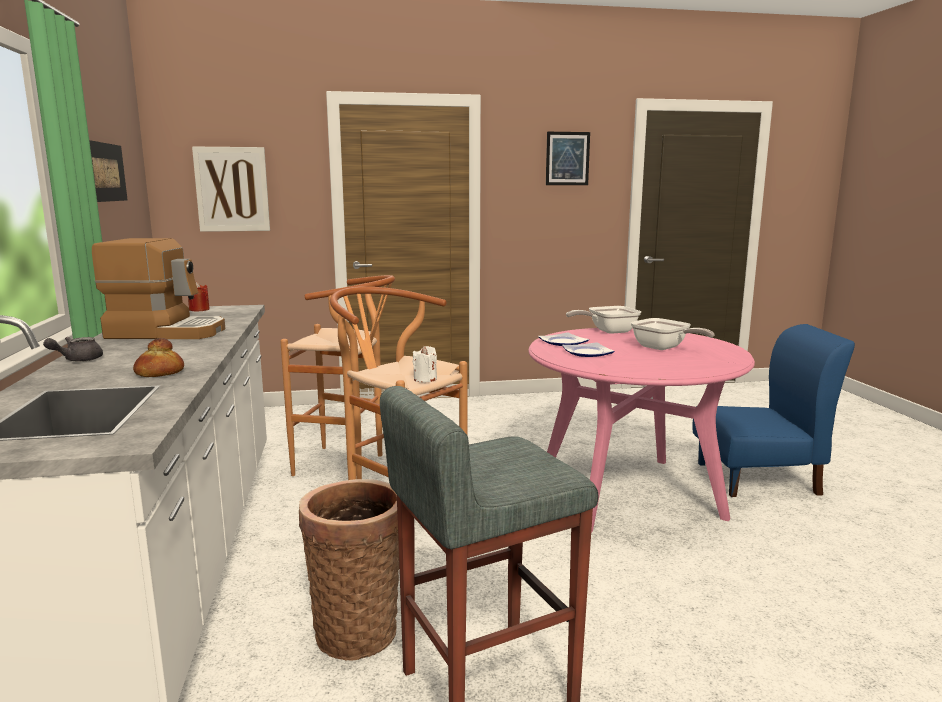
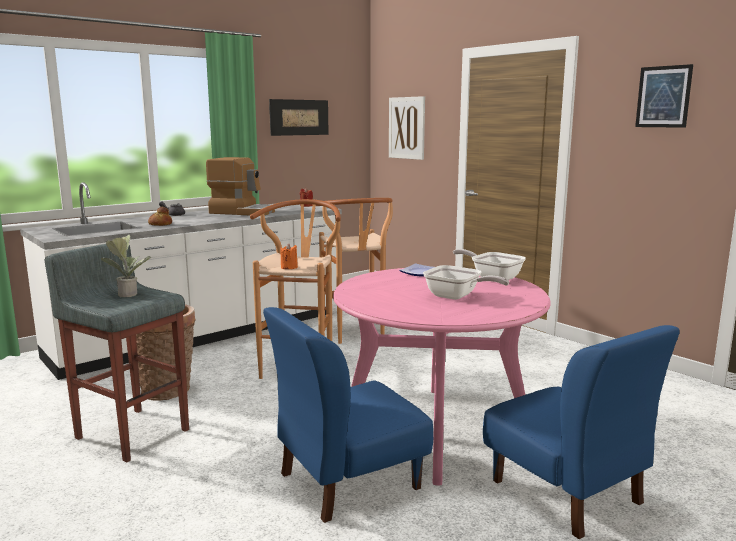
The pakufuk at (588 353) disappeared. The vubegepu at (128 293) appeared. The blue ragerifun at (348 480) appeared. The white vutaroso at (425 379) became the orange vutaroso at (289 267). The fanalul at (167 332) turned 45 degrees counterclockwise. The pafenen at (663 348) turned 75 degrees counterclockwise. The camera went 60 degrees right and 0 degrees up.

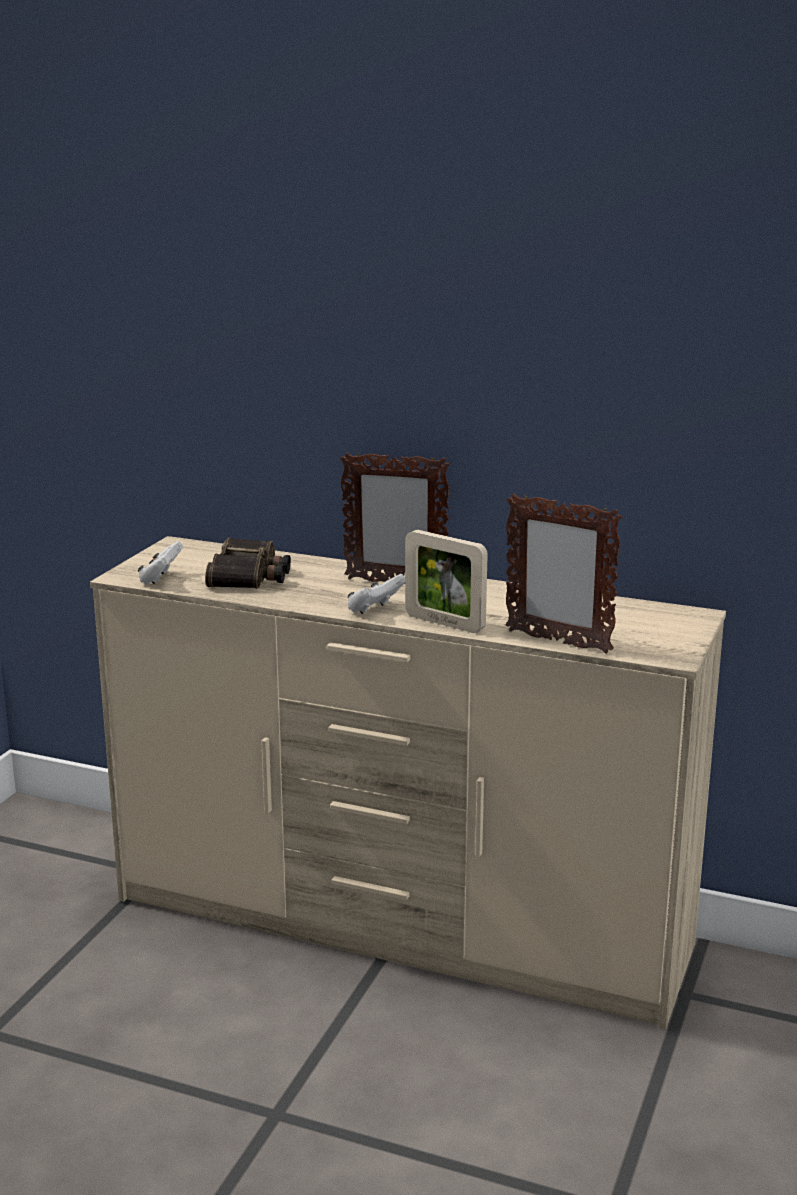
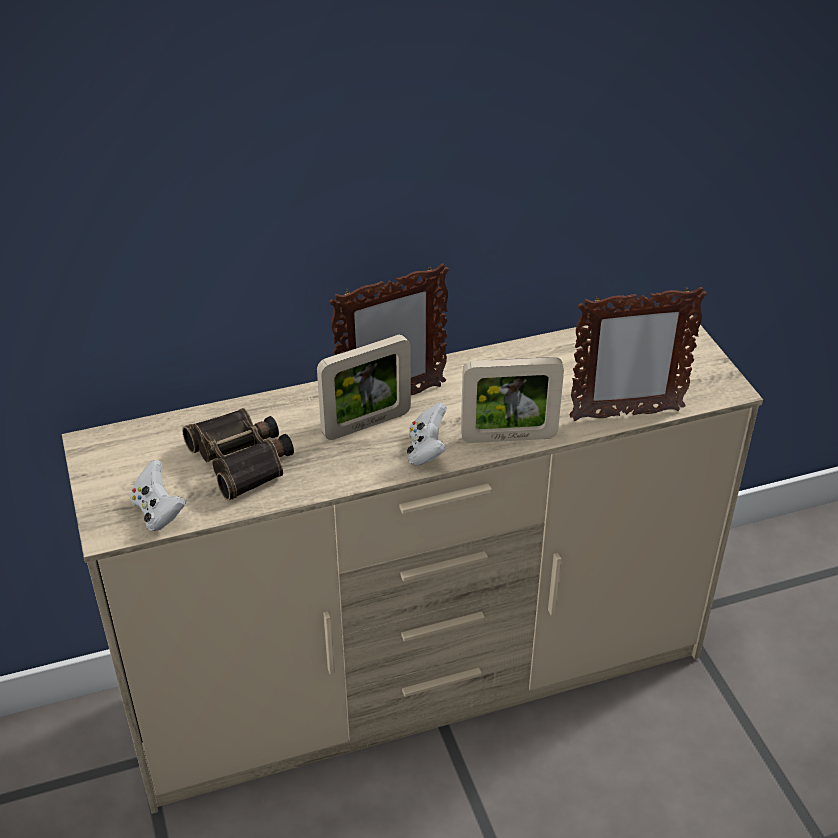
The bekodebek at (366 424) appeared. The camera went 40 degrees left and 20 degrees up.

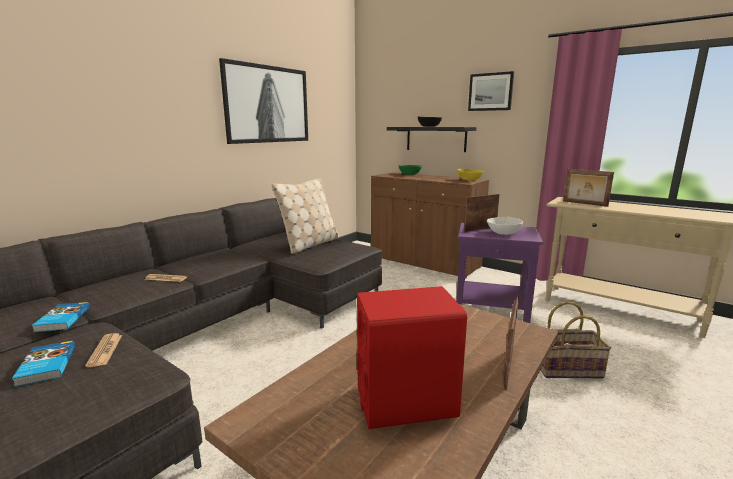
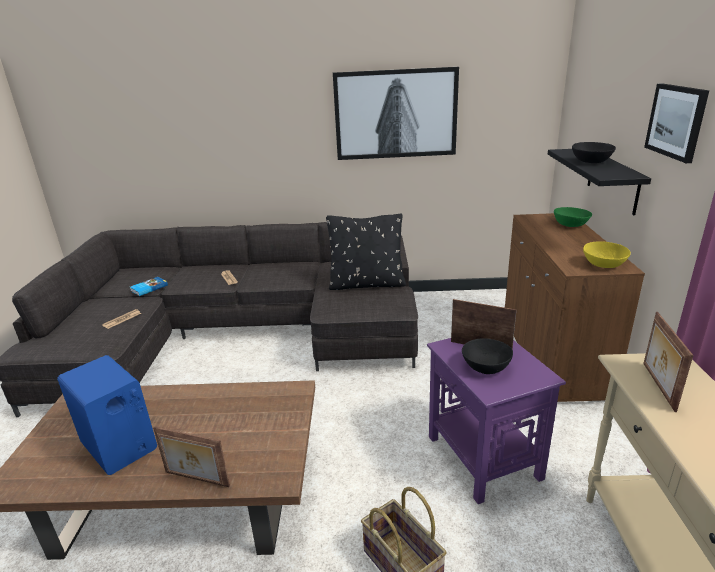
The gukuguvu at (45 366) disappeared. The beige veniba at (309 244) became the black veniba at (366 284). The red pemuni at (406 402) became the blue pemuni at (119 446). The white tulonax at (503 233) became the black tulonax at (485 367). The bekodebek at (507 367) turned 150 degrees counterclockwise. The camera went 55 degrees right and 10 degrees up.

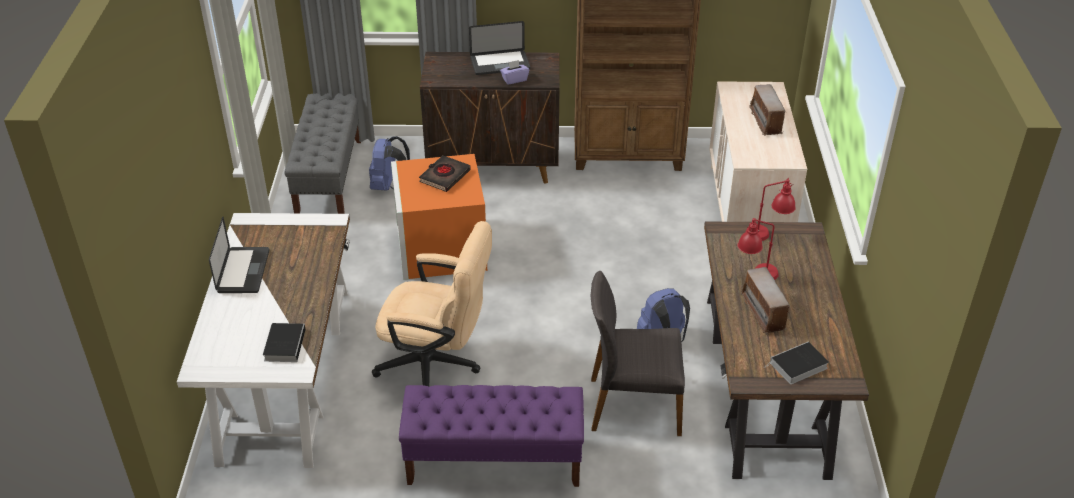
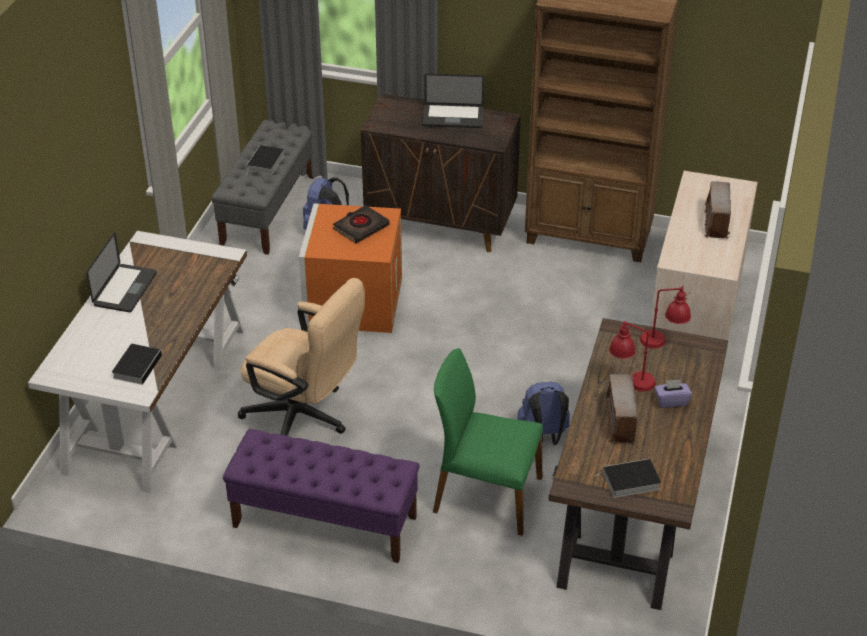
The gukuguvu at (265 163) appeared. The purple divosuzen moved from (514 79) to (671 401). The grey ragerifun at (633 405) became the green ragerifun at (486 495). The camera went 15 degrees right and 0 degrees up.

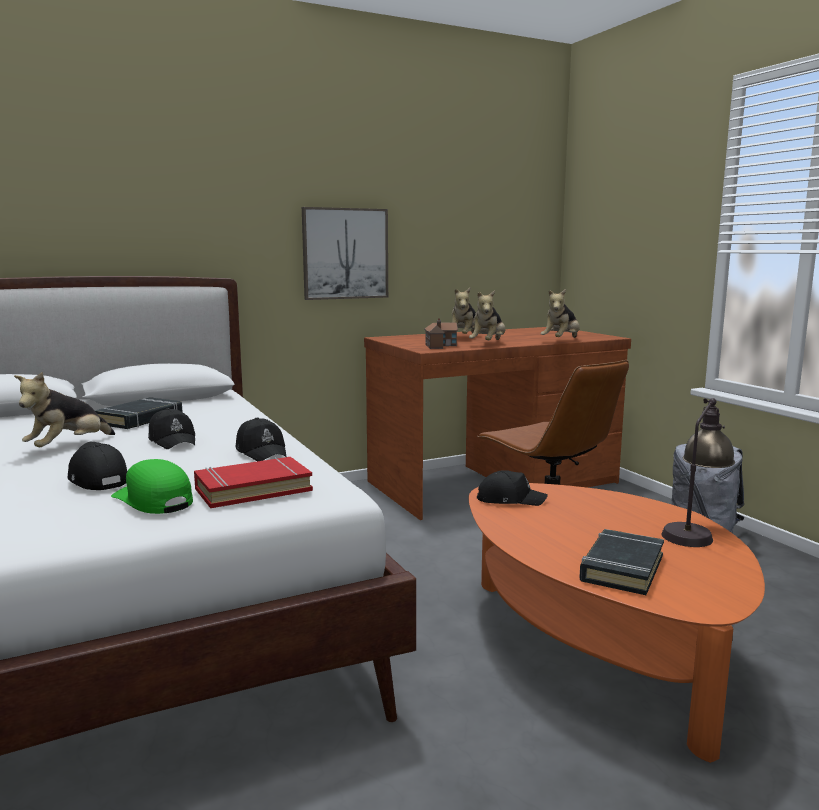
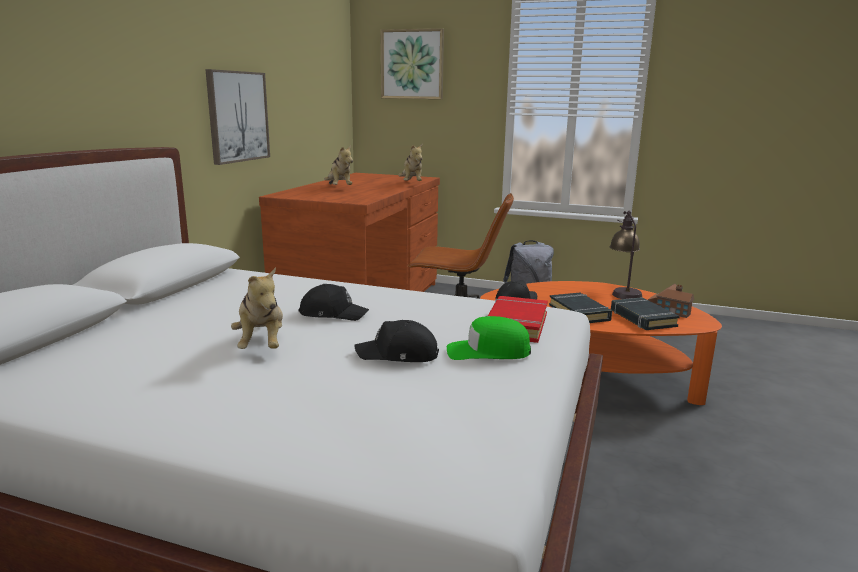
The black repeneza at (262 452) disappeared. The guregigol at (488 344) disappeared. The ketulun at (412 64) appeared. The black gukuguvu moved from (140 419) to (579 313). The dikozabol moved from (440 345) to (669 309). The camera went 45 degrees left and 5 degrees up.

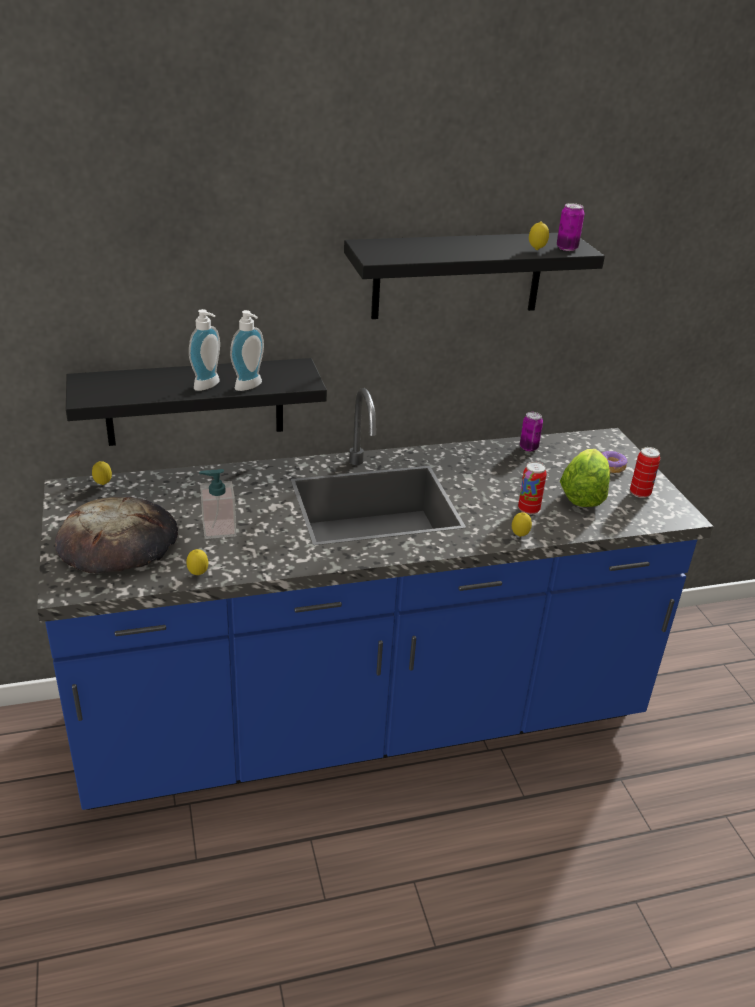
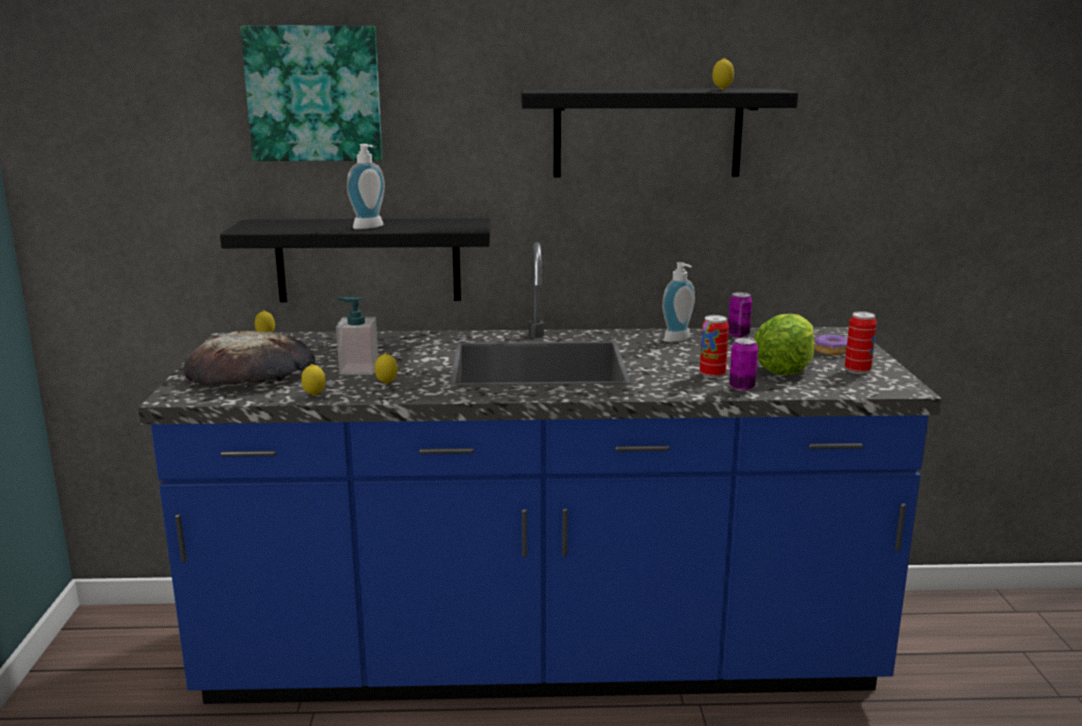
The ketulun at (314 93) appeared. The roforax moved from (250 387) to (679 339). The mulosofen moved from (519 536) to (387 384). The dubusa moved from (567 248) to (742 387). The camera went 15 degrees right and 15 degrees down.

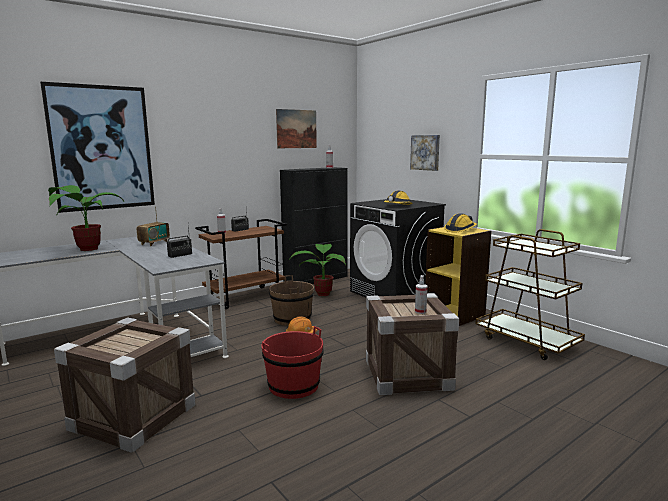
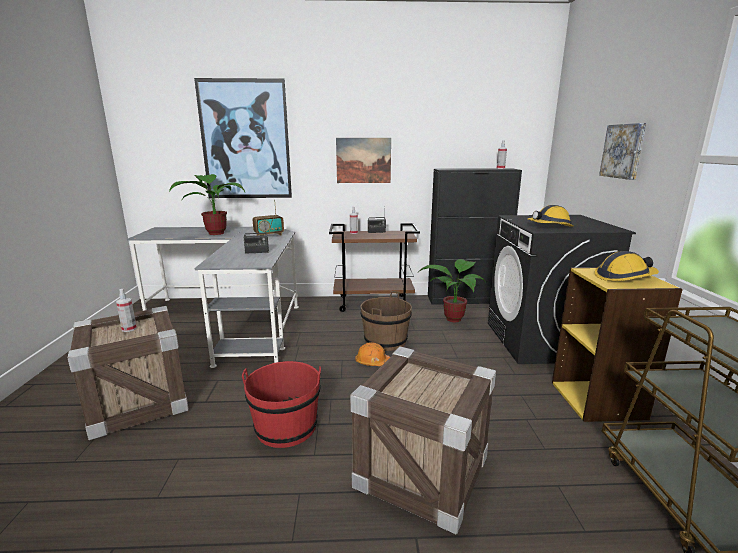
The ketulun moved from (296 129) to (363 160). The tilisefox moved from (420 311) to (129 329). The camera went 35 degrees right and 5 degrees up.

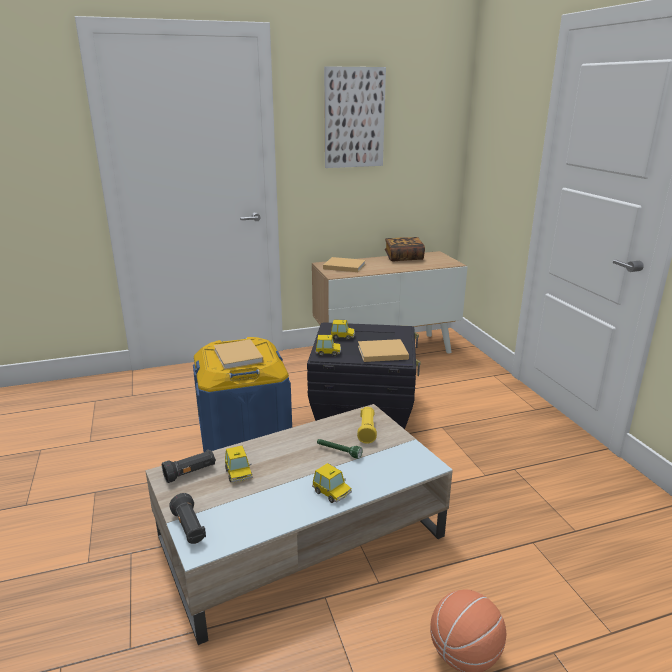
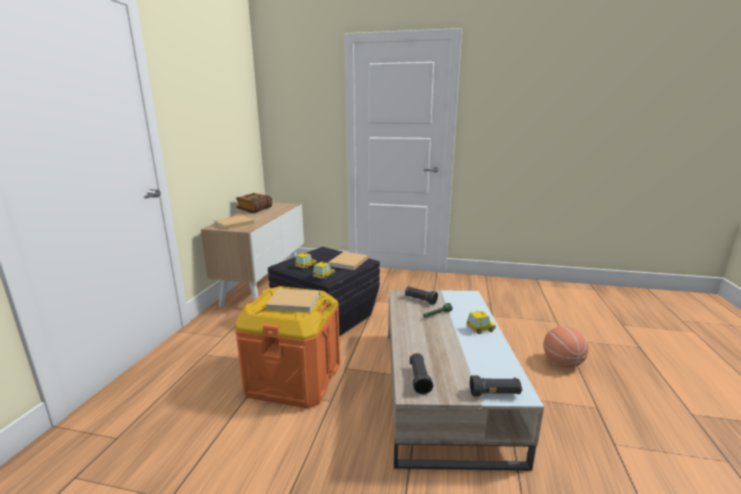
The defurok at (238 473) disappeared. The ketulun at (354 118) disappeared. The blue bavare at (245 434) became the orange bavare at (294 378). The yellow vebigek at (367 431) became the black vebigek at (420 300). The camera went 60 degrees left and 5 degrees down.

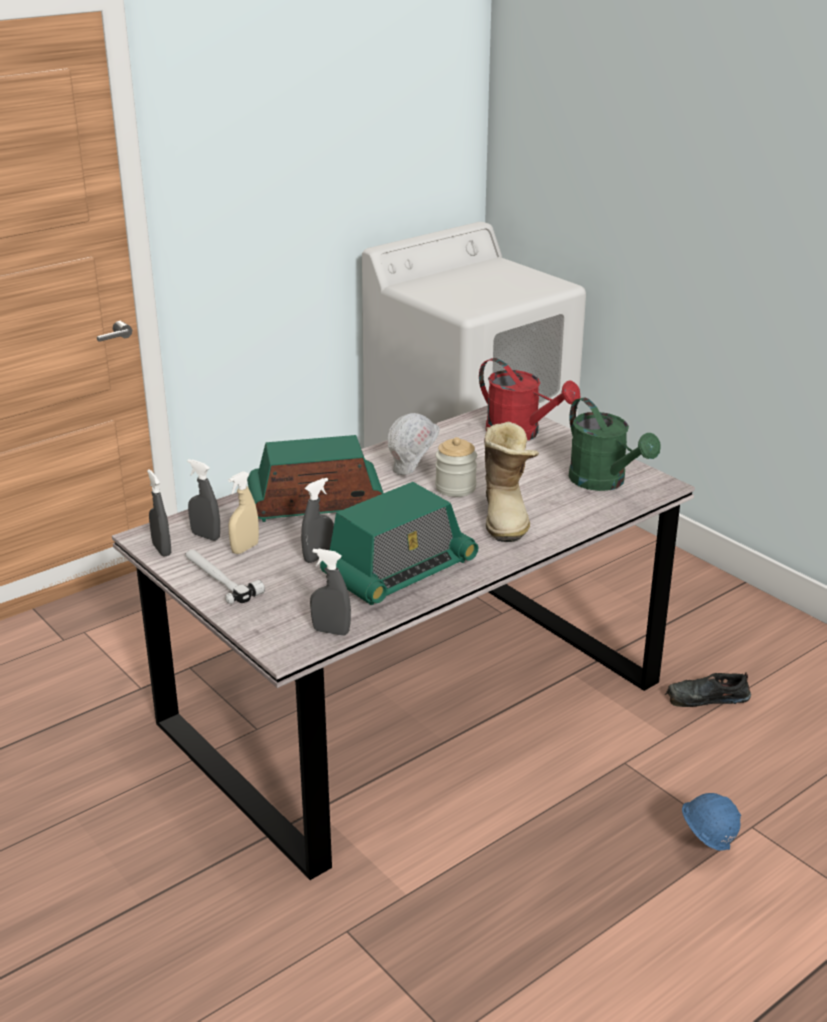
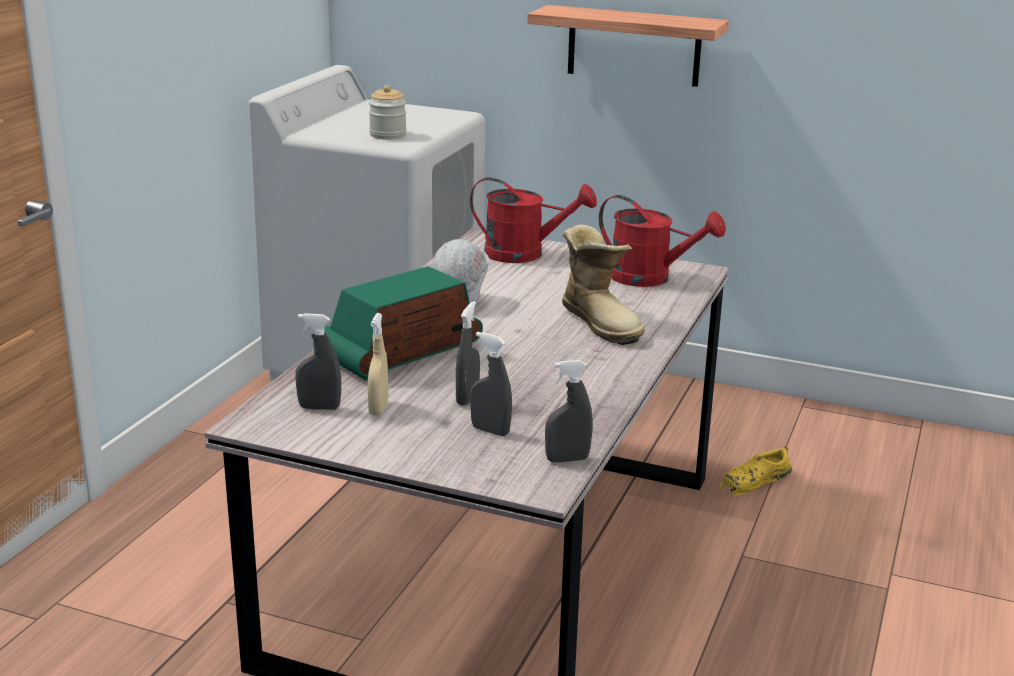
The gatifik at (219 579) disappeared. The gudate at (399 571) disappeared. The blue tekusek at (705 846) disappeared. The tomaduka at (634 46) appeared. The grey tilisefox moved from (162 550) to (490 431). The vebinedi moved from (455 488) to (388 135). The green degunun at (604 482) became the red degunun at (651 278). The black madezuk at (706 698) became the yellow madezuk at (755 481). The camera went 30 degrees left and 5 degrees down.

